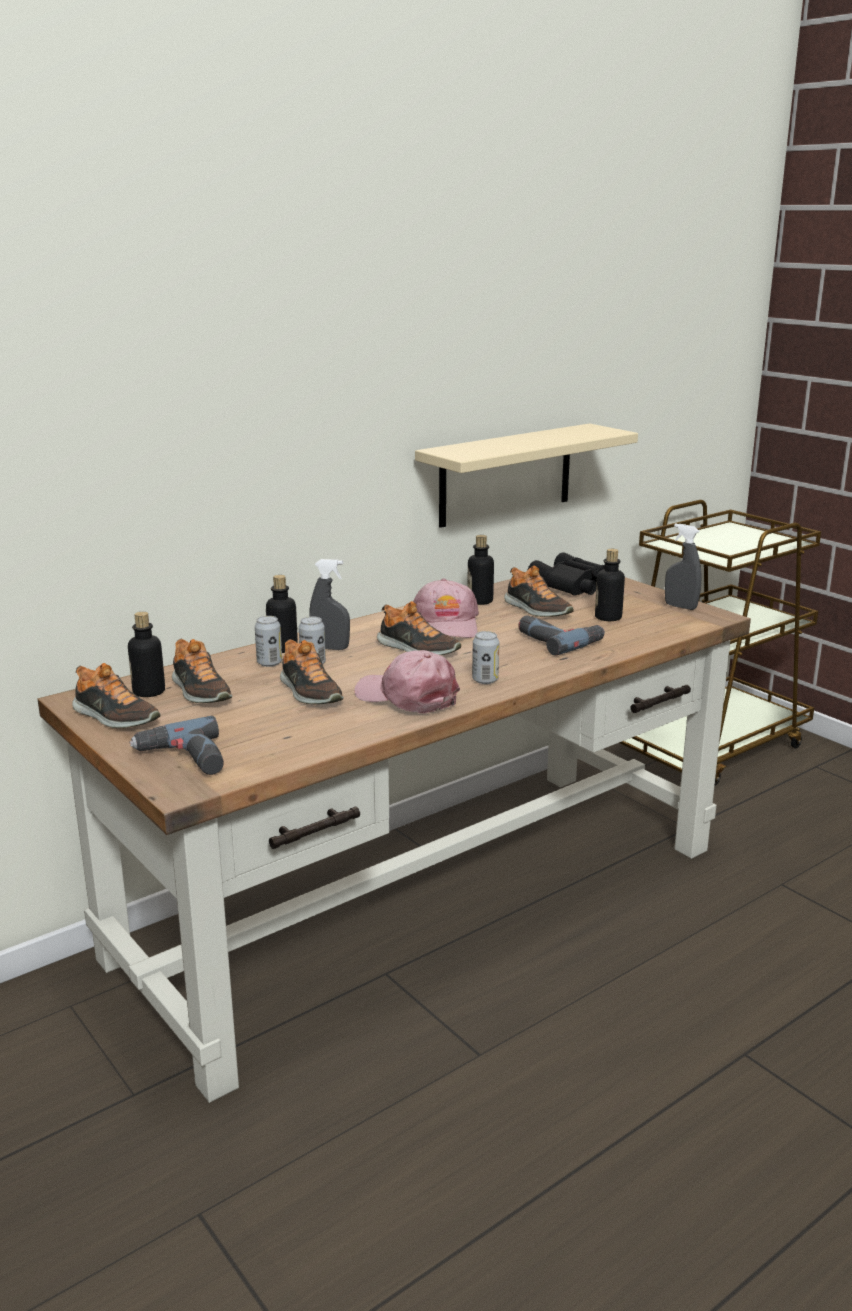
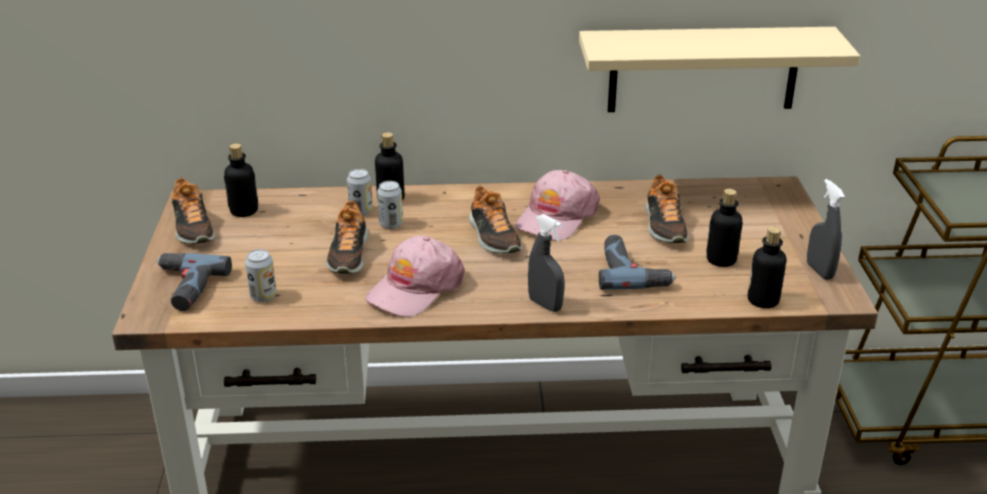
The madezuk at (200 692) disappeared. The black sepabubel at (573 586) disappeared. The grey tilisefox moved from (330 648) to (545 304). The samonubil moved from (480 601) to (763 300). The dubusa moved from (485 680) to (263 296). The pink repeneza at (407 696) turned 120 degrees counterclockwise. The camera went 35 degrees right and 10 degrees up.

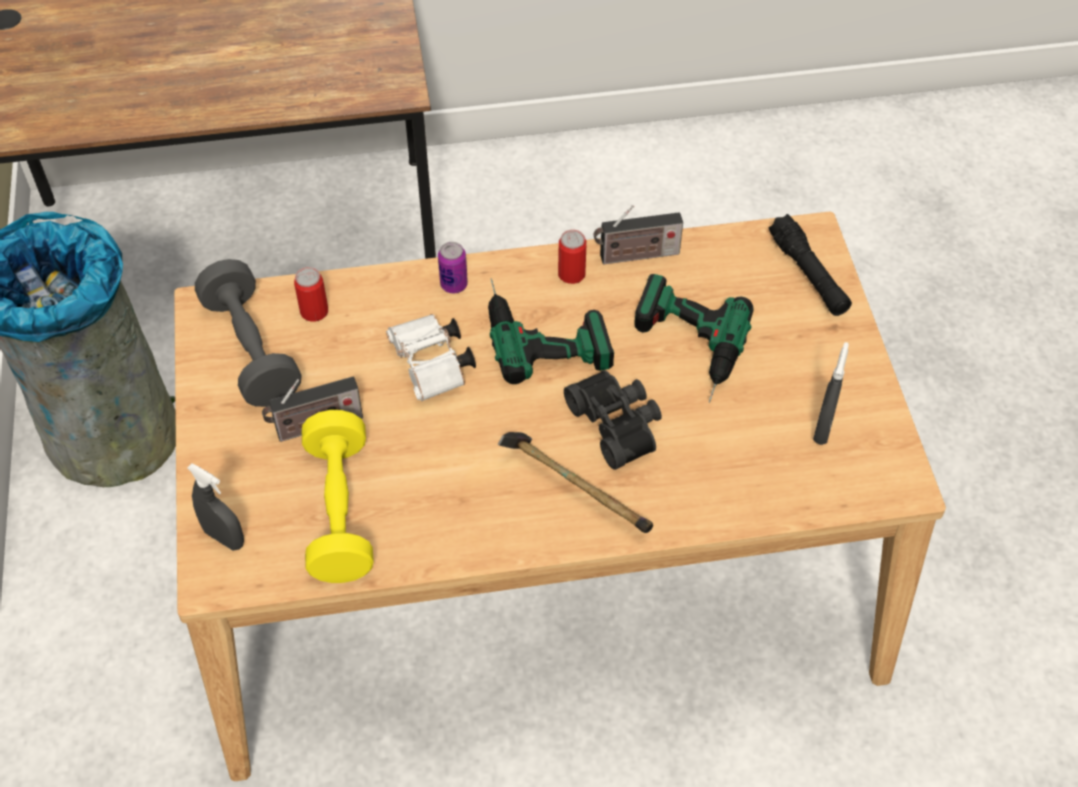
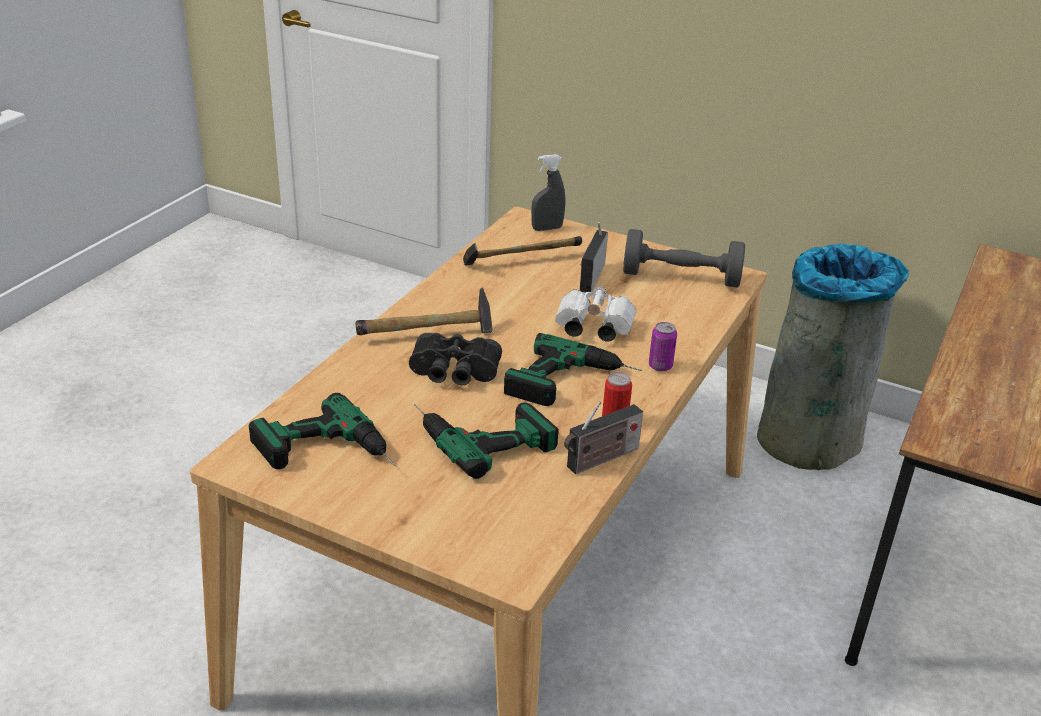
The dubusa at (314 311) disappeared. The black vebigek at (808 274) disappeared. The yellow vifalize at (340 512) was replaced by the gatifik at (519 261). The grey tilisefox at (823 428) was replaced by the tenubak at (328 455). The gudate at (635 256) turned 150 degrees counterclockwise. The camera went 125 degrees right and 20 degrees down.

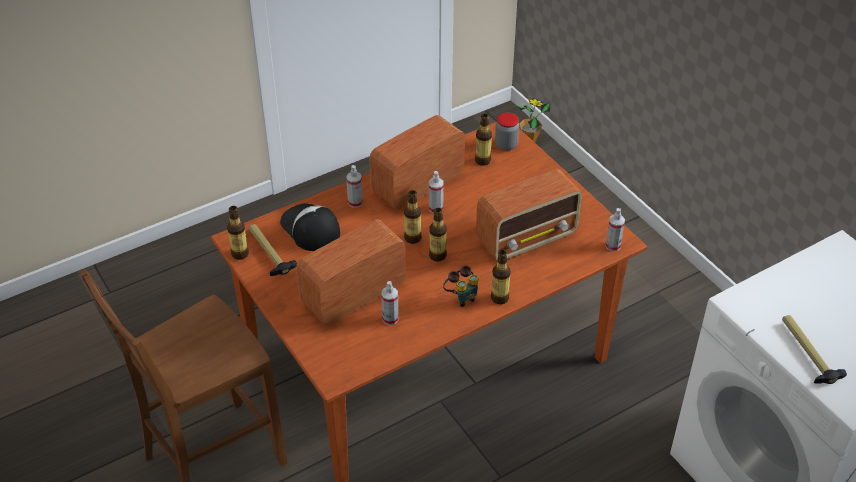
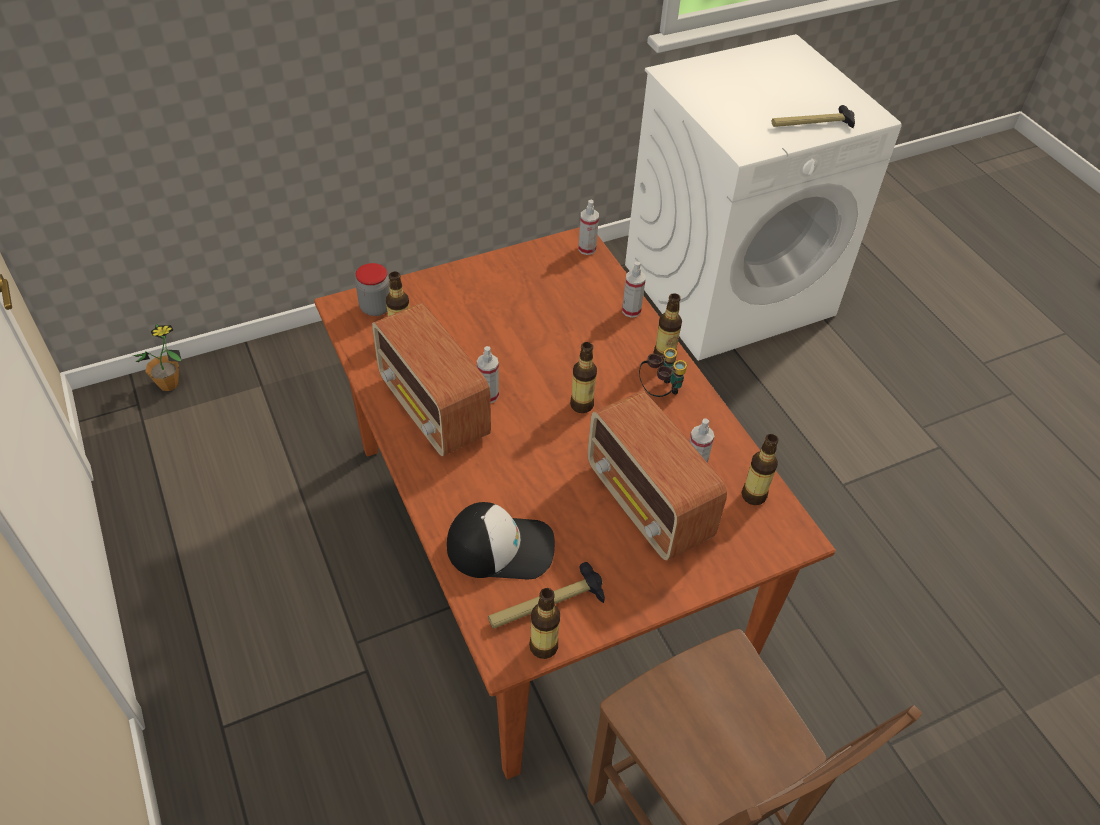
The gudate at (527 238) disappeared. The tilisefox moved from (355 202) to (631 310). The samonubil moved from (413 238) to (753 495). The repeneza at (310 228) turned 150 degrees counterclockwise. The camera went 85 degrees left and 5 degrees up.

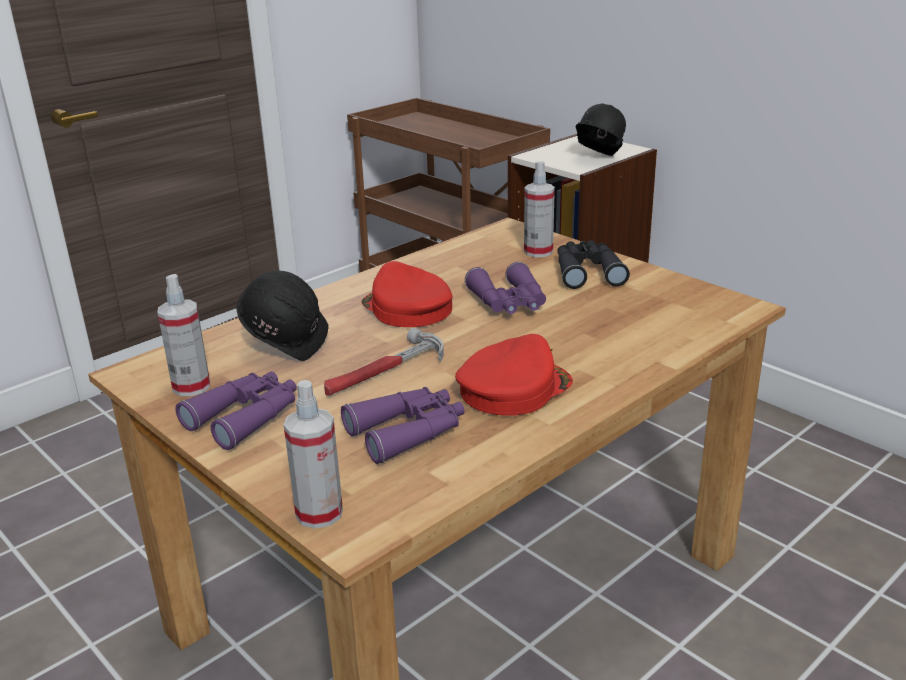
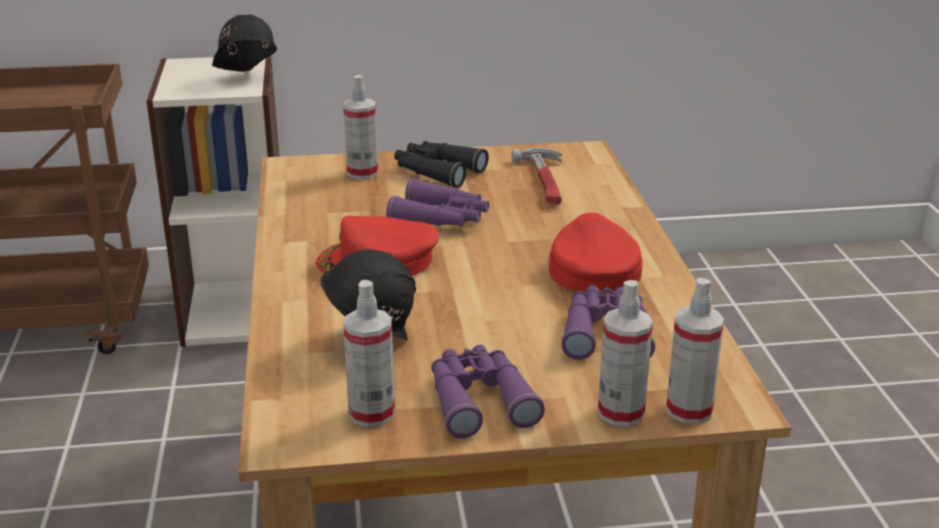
The tilisefox at (621 413) appeared. The gatifik moved from (384 371) to (545 181). The camera went 55 degrees left and 0 degrees up.

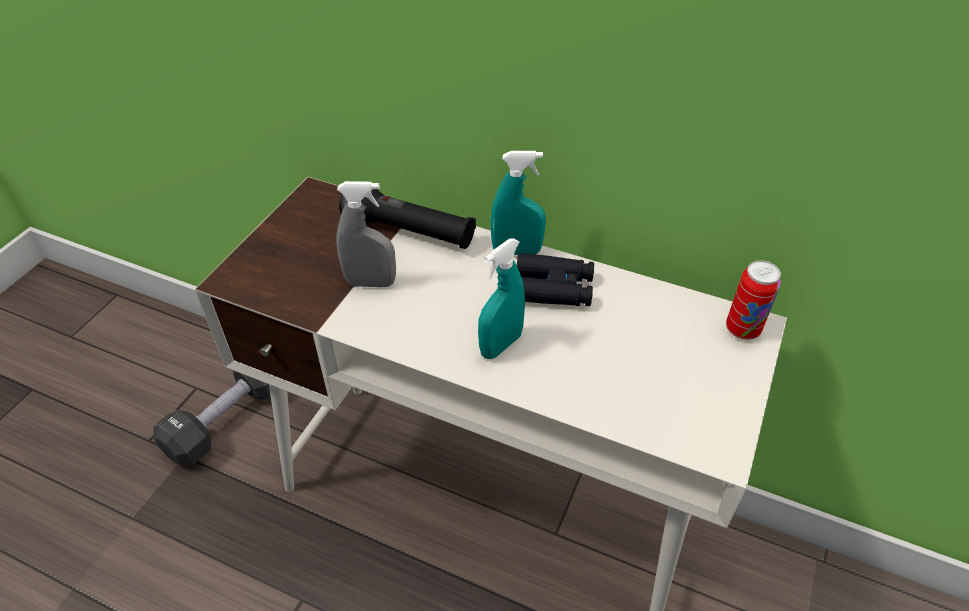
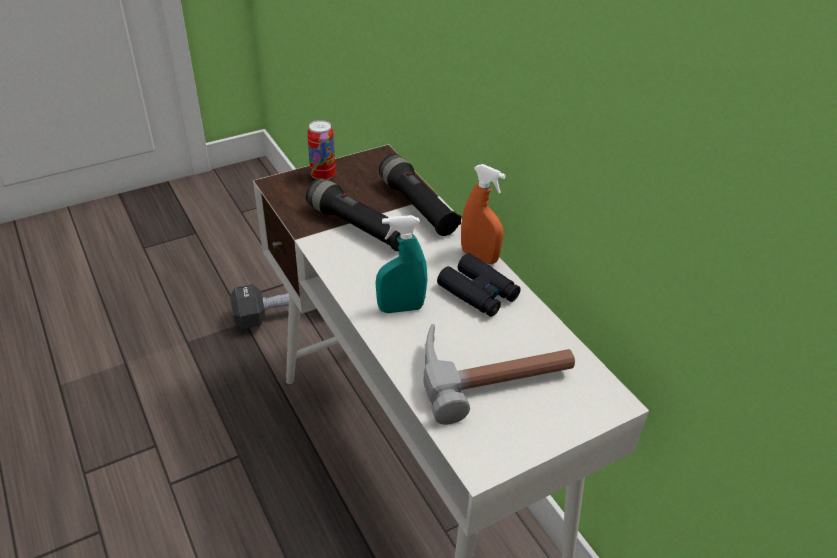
The gatifik at (491 371) appeared. The dubusa moved from (742 329) to (323 176). The grey tilisefox at (371 283) was replaced by the black vebigek at (358 227). The turquoise tilisefox at (516 251) became the orange tilisefox at (479 256). The camera went 35 degrees right and 5 degrees down.

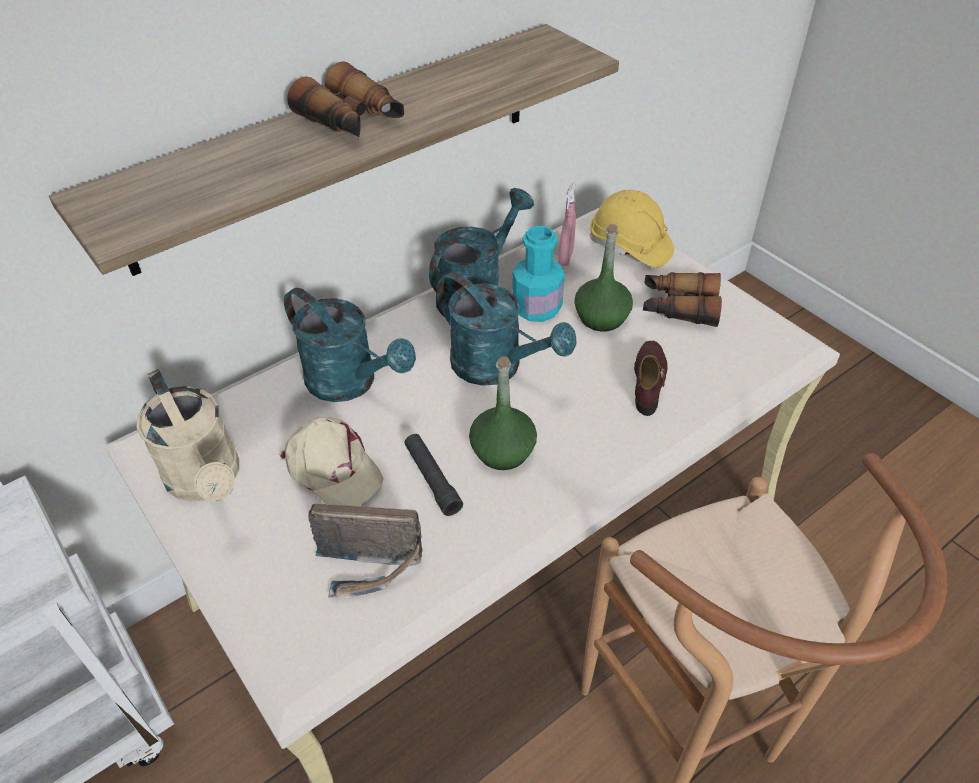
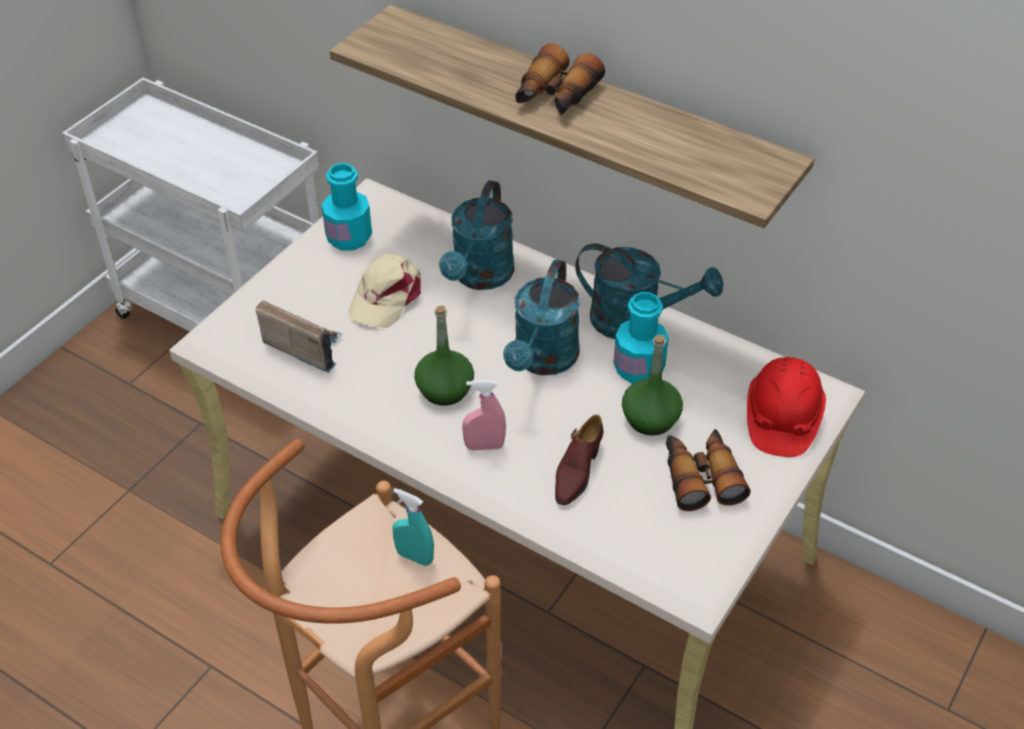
The black vebigek at (432 479) disappeared. The turquoise tilisefox at (414 557) appeared. The pink tilisefox moved from (565 258) to (484 446). The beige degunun at (207 481) was replaced by the turquoise samonubil at (349 237). The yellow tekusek at (630 247) became the red tekusek at (781 419). The gudate at (370 567) turned 135 degrees clockwise. The brown madezuk at (648 381) turned 120 degrees clockwise. The camera went 70 degrees right and 0 degrees up.

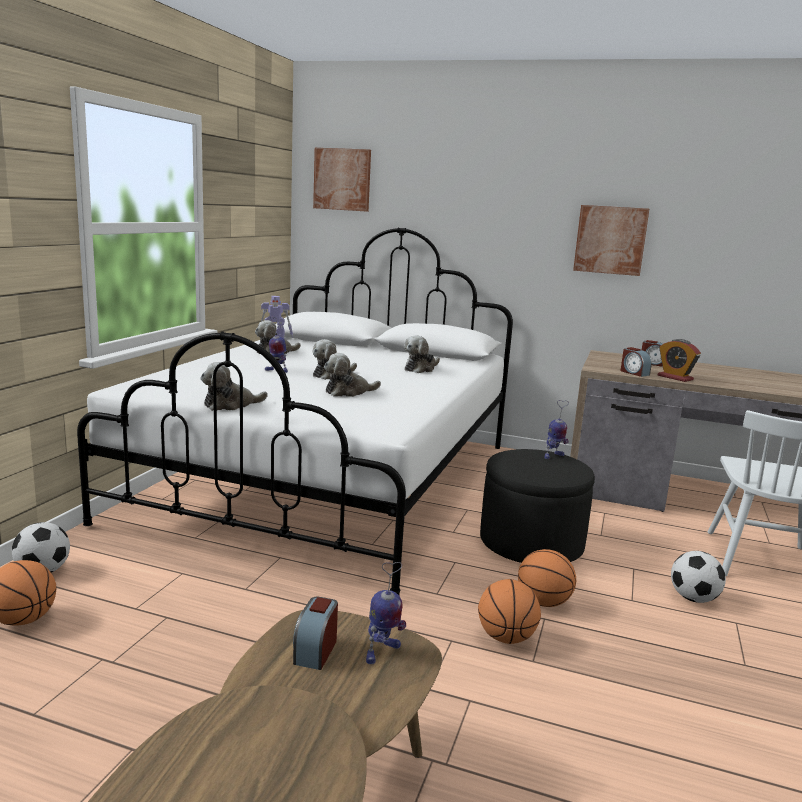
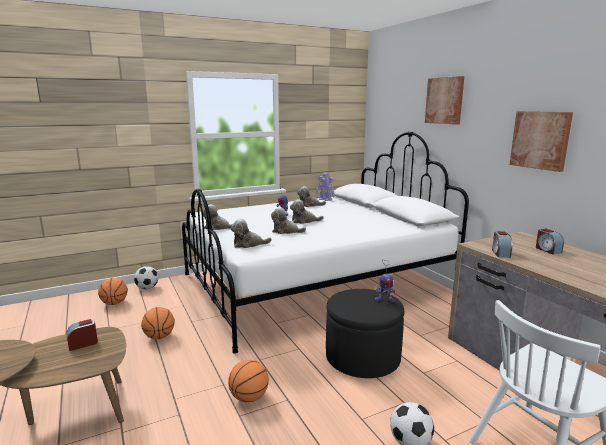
The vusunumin at (381 652) disappeared. The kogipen at (675 377) disappeared. The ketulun moved from (342 179) to (444 100). The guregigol moved from (421 368) to (248 244). The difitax moved from (543 603) to (159 337). The camera went 45 degrees right and 0 degrees up.

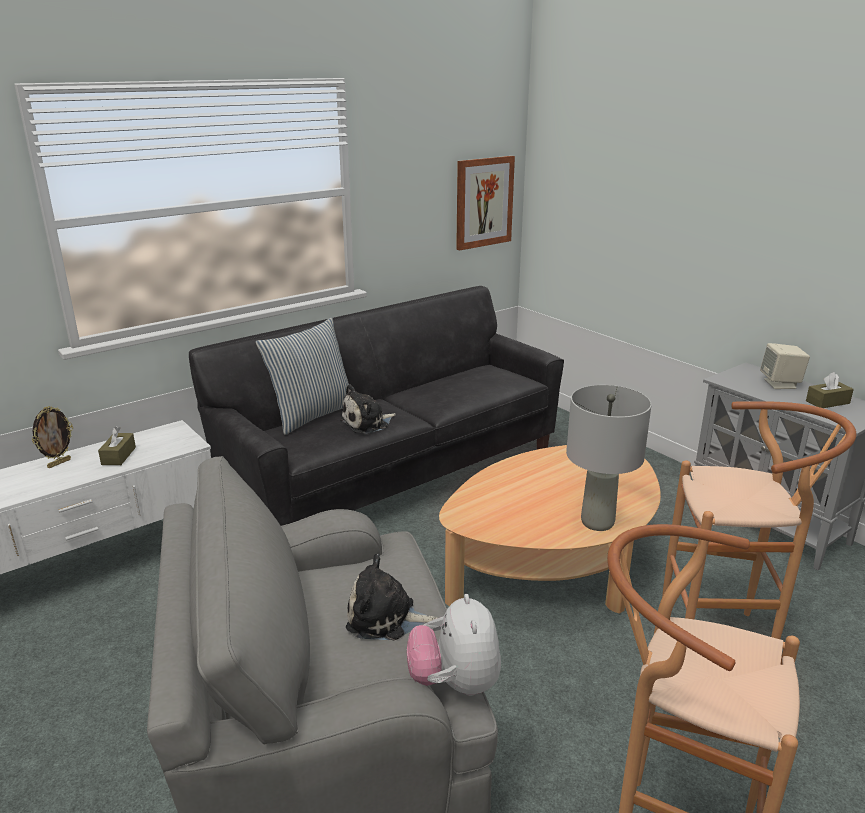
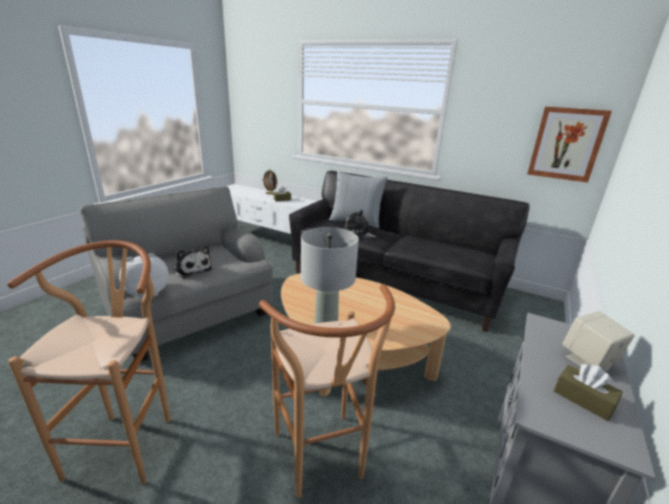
The guregigol at (385 618) turned 150 degrees clockwise. The camera went 65 degrees right and 0 degrees up.

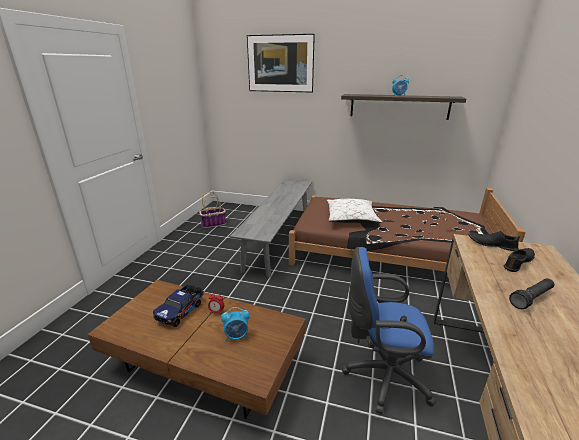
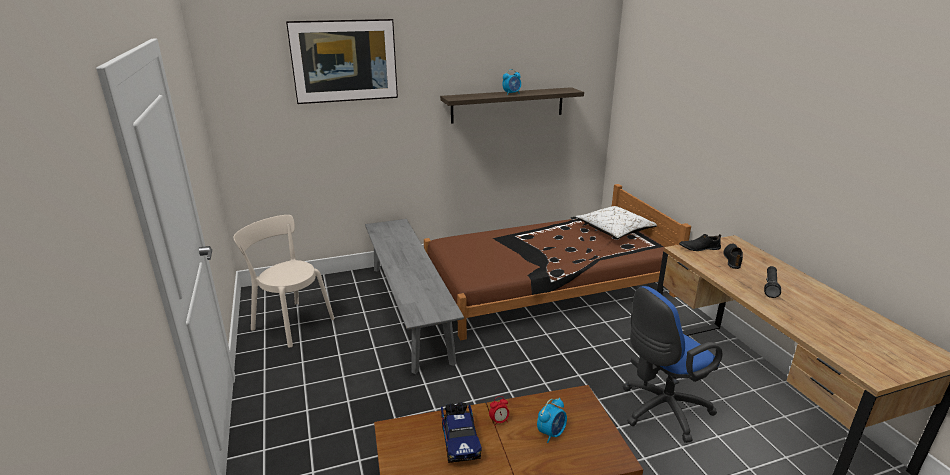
The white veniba moved from (351 218) to (615 230). The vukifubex at (214 223) was replaced by the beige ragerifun at (290 322). The camera went 35 degrees left and 0 degrees up.

